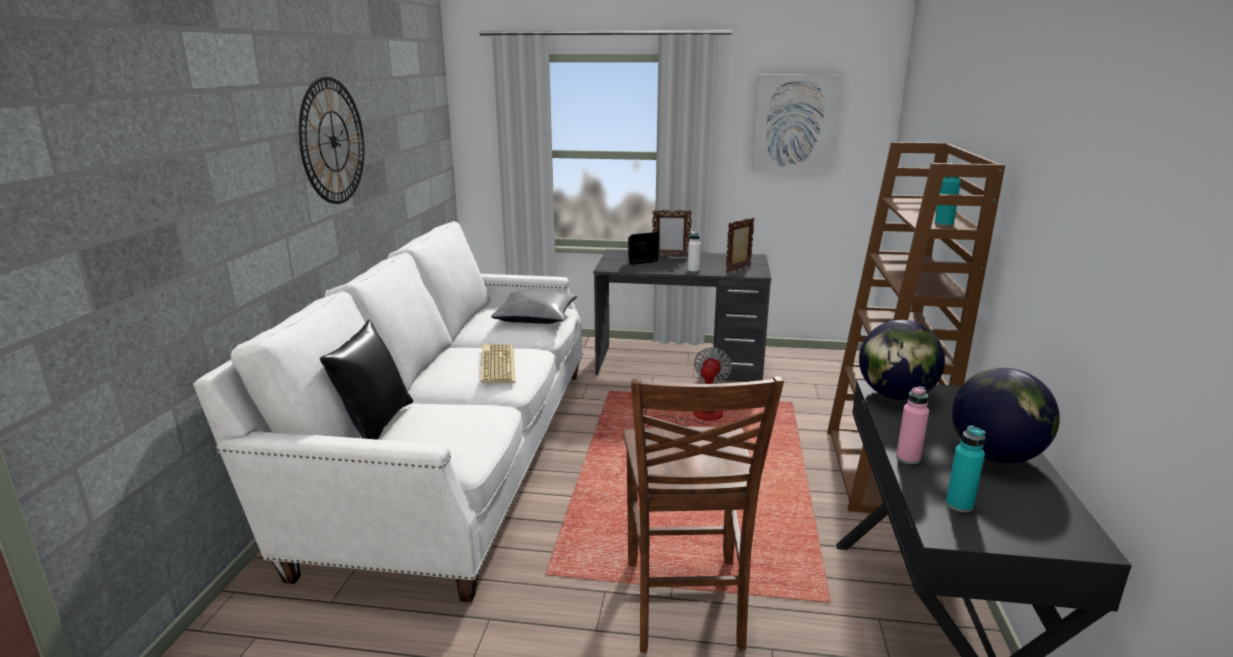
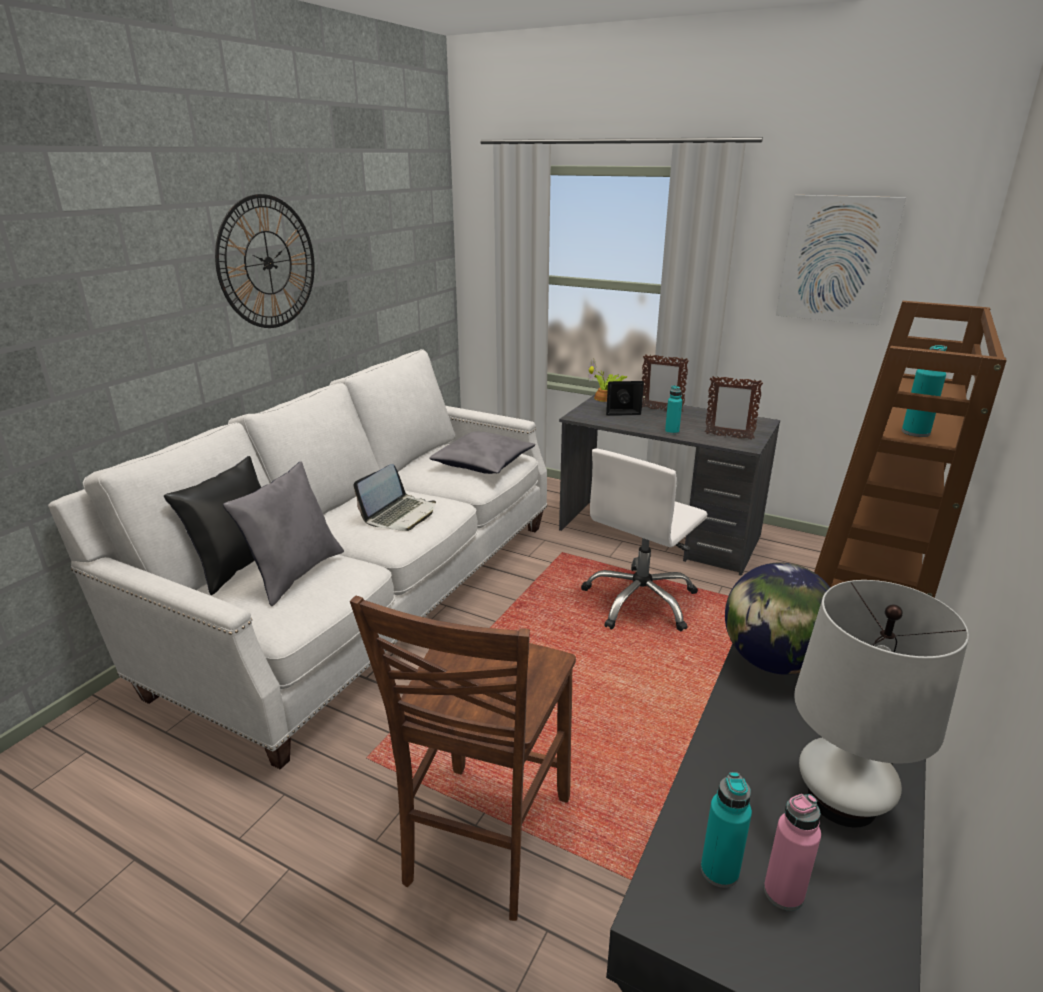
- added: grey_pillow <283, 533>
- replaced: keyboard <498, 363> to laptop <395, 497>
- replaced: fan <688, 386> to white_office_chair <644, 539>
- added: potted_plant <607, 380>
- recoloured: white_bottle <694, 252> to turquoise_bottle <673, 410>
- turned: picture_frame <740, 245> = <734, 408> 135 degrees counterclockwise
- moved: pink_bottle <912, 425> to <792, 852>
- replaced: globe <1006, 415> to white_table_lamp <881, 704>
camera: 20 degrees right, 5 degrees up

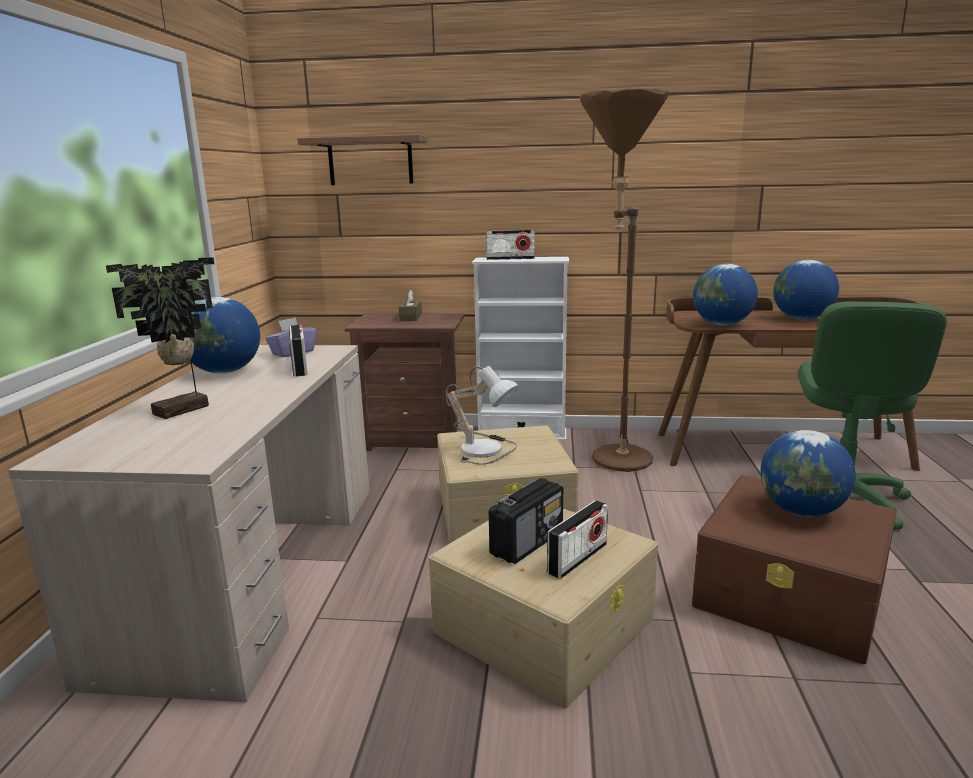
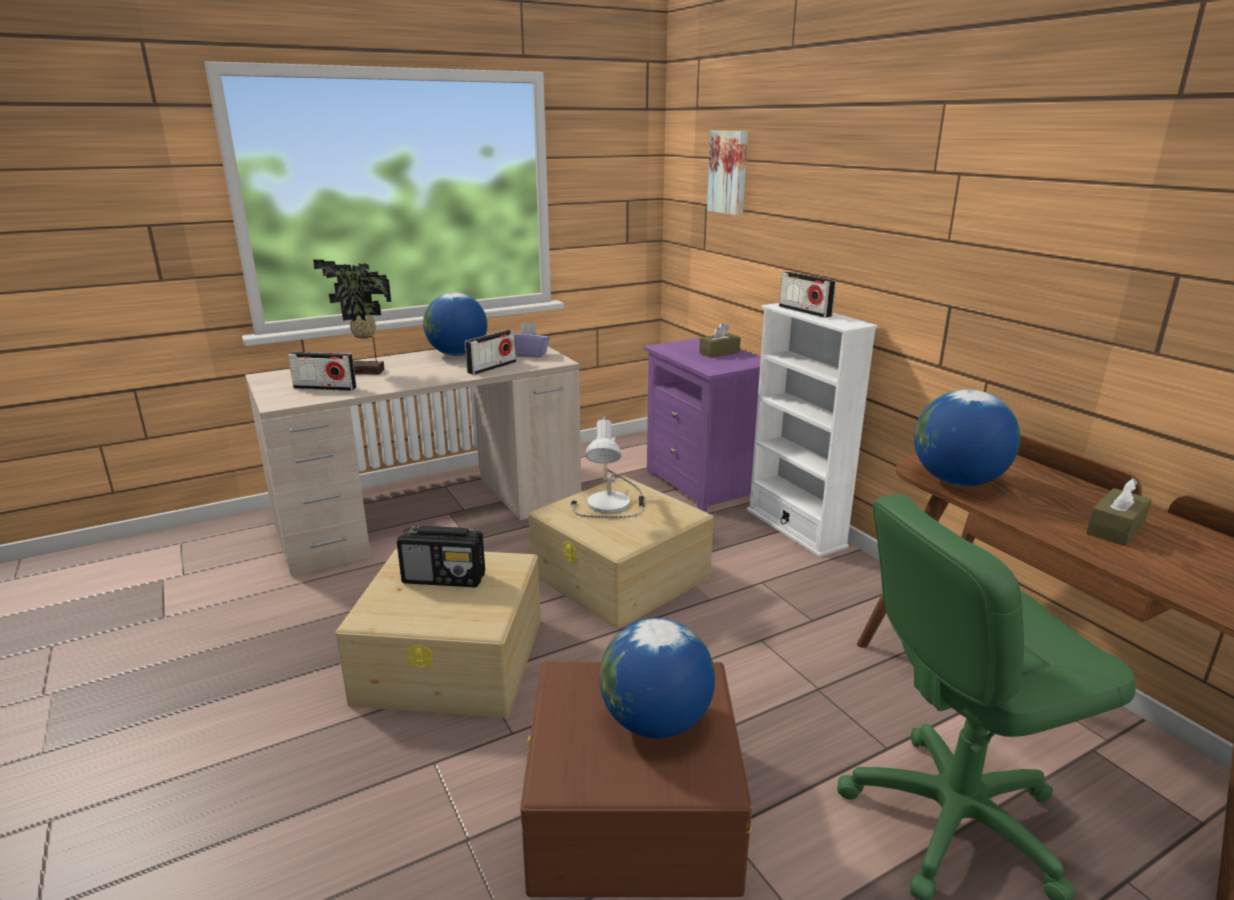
- moved: radio <577, 539> to <322, 371>
- recoloured: brown_nightstand <405, 382> to purple_nightstand <702, 425>
- replaced: shelf <362, 159> to picture <727, 173>
- replaced: globe <806, 290> to brown_tissue_box <1119, 512>
- removed: brown_floor_lamp <624, 280>
camera: 55 degrees right, 5 degrees up

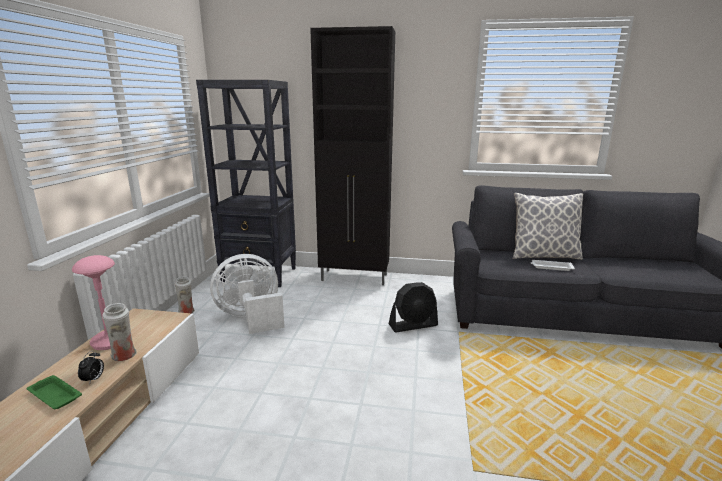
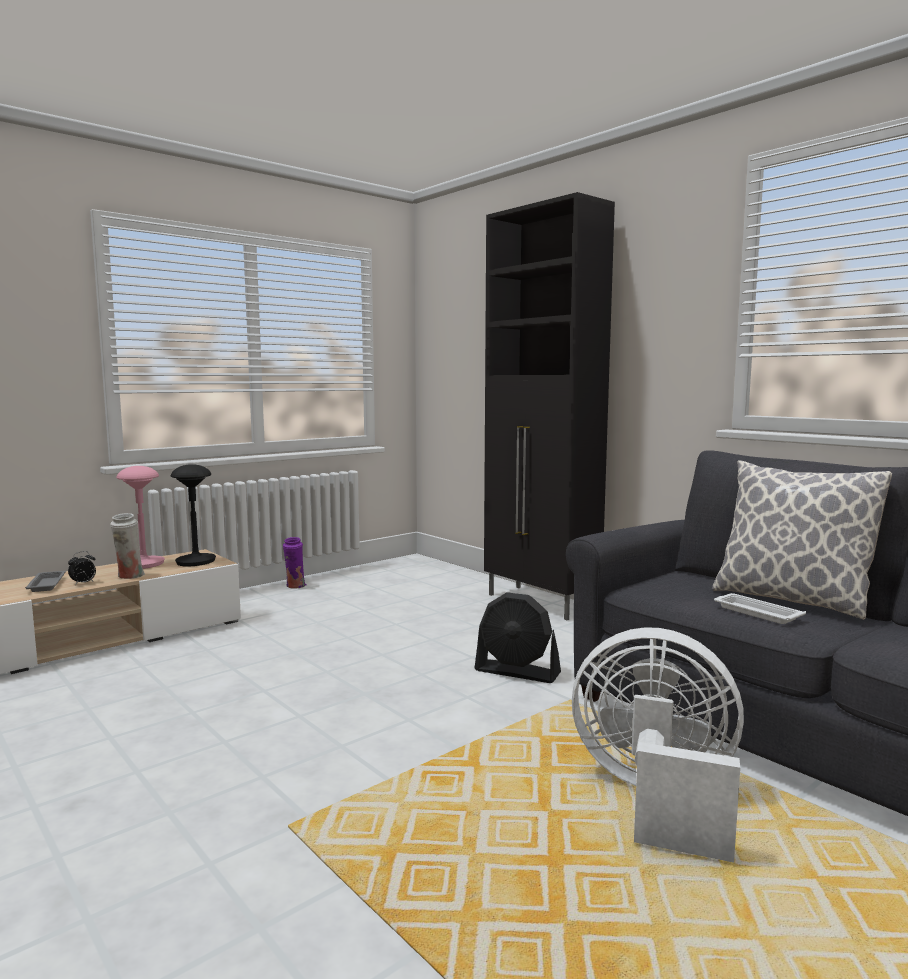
- recoloured: green_tray <54, 392> to grey_tray <45, 581>
- added: black_table_lamp <193, 515>
- recoloured: white_vase <185, 295> to purple_vase <294, 563>
- moved: white_fan <247, 294> to <658, 745>
- removed: black_bookcase <246, 183>
camera: 40 degrees right, 10 degrees down

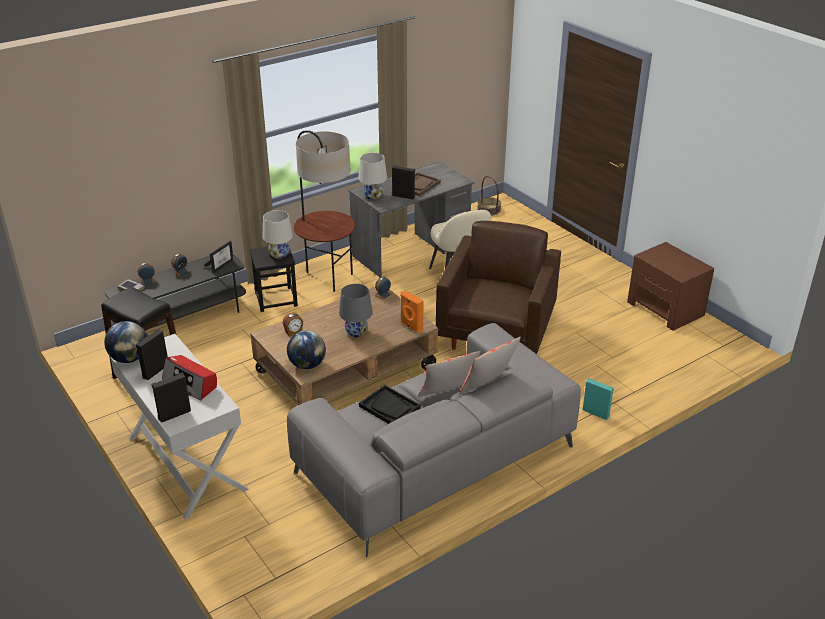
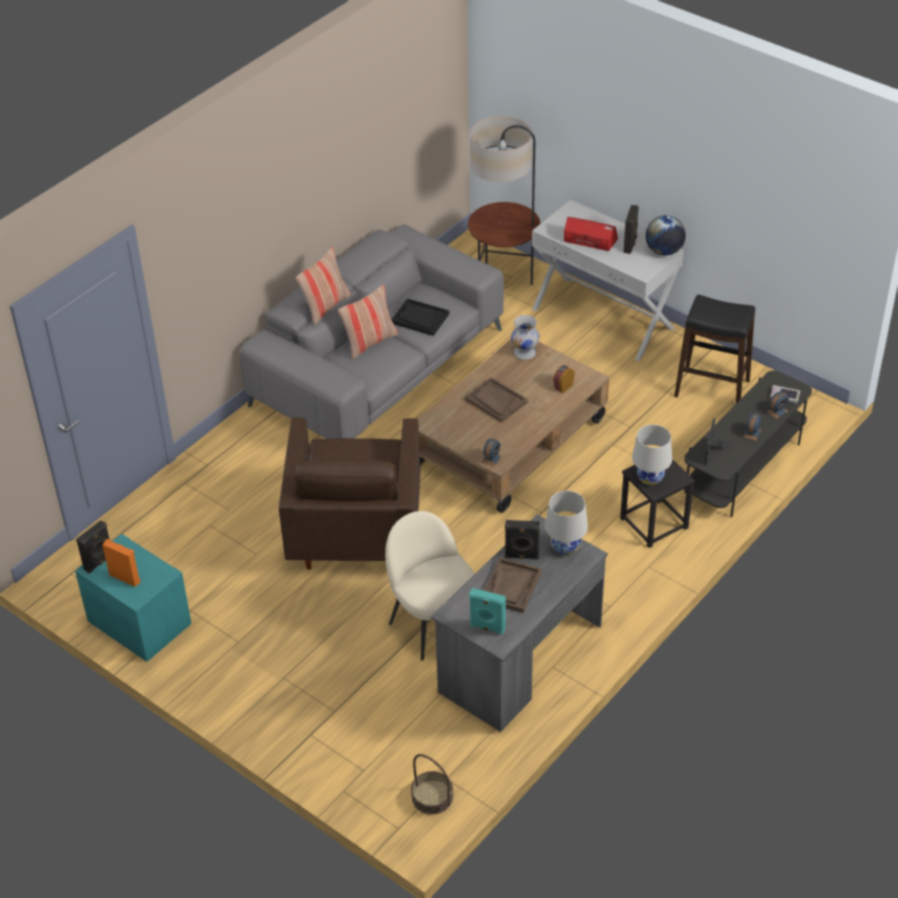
- recoloured: brown_nightstand <670, 286> to turquoise_nightstand <133, 598>
- moved: black_speaker <171, 397> to <93, 547>
- moved: orange_speaker <411, 311> to <121, 563>
- replaced: grey_table_lamp <356, 310> to brown_tray <496, 400>
- moved: floor_lamp <324, 211> to <504, 200>
- moved: turquoise_speaker <598, 399> to <487, 611>
- replaced: globe <306, 349> to white_vase <525, 337>
camera: 165 degrees right, 10 degrees up

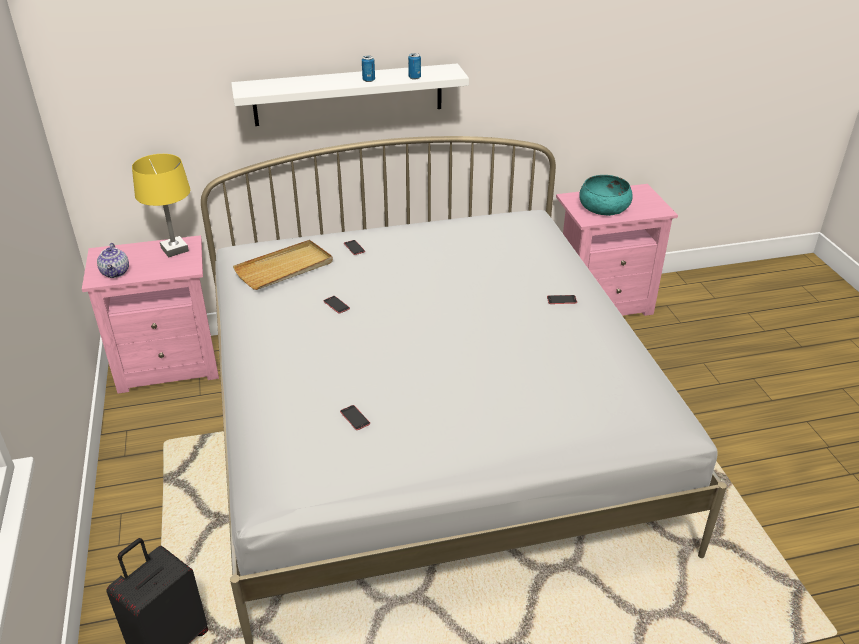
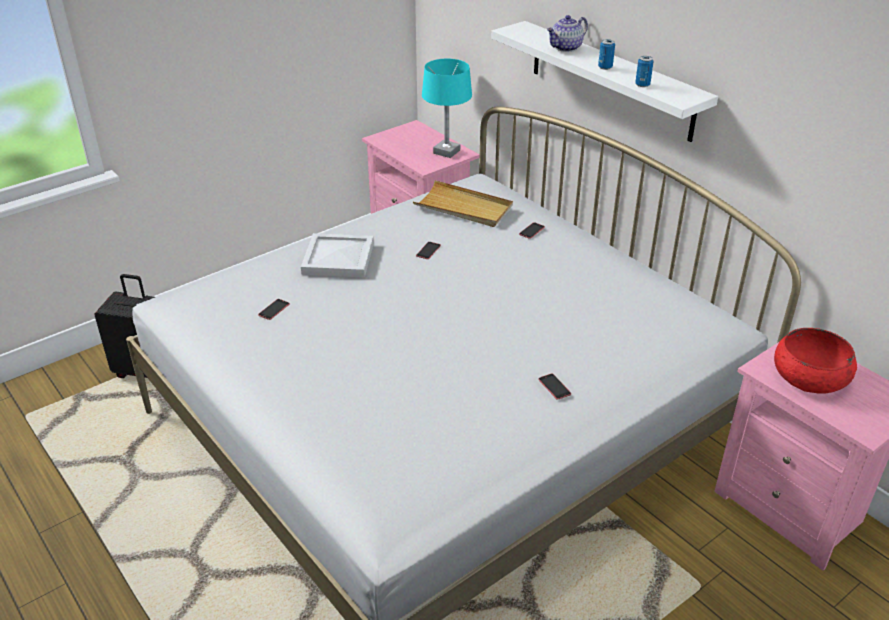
- added: white_tray <337, 255>
- recoloured: yellow_table_lamp <161, 205> to turquoise_table_lamp <447, 108>
- moved: teapot <113, 260> to <567, 33>
- recoloured: turquoise_bowl <606, 195> to red_bowl <815, 361>
camera: 65 degrees right, 0 degrees up

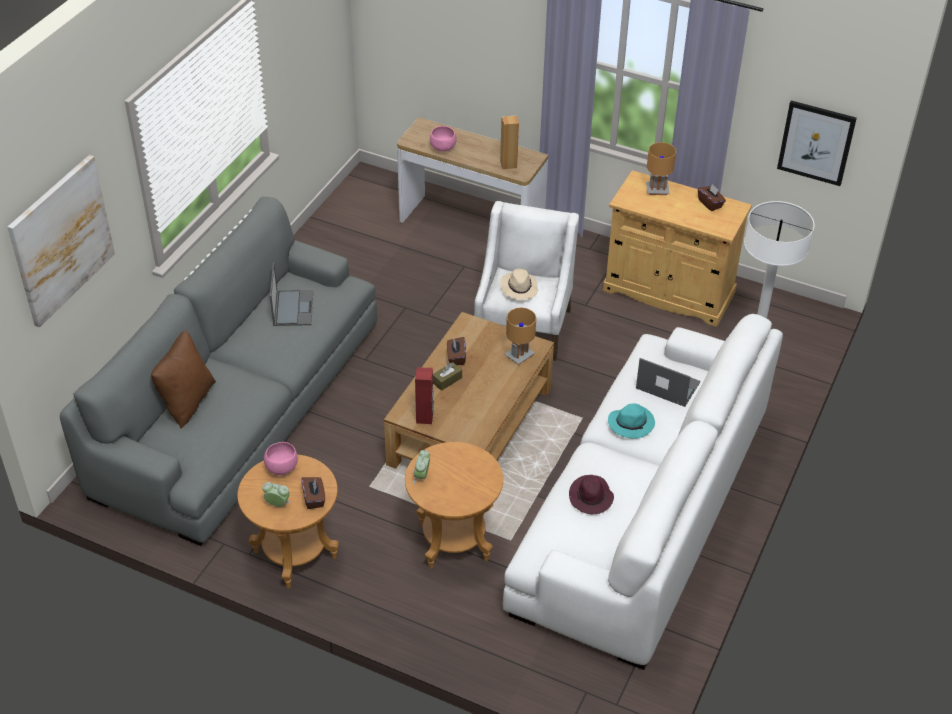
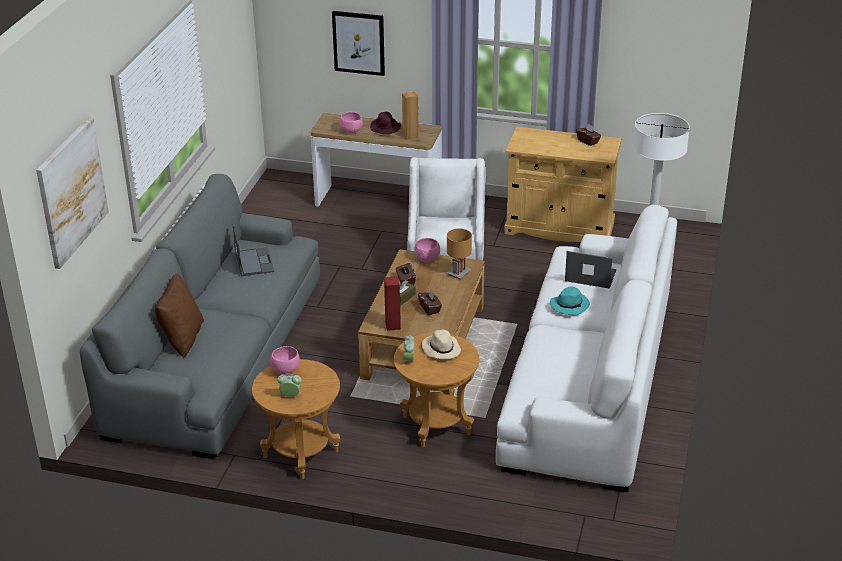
- moved: picture <817, 143> to <358, 43>
- moved: purple_hat <591, 494> to <385, 123>
- added: pink_bowl <427, 250>
- moved: brown_tissue_box <313, 493> to <430, 302>
- moved: beige_hat <519, 284> to <441, 344>
- removed: brown_table_lamp <661, 168>
camera: 10 degrees left, 10 degrees down

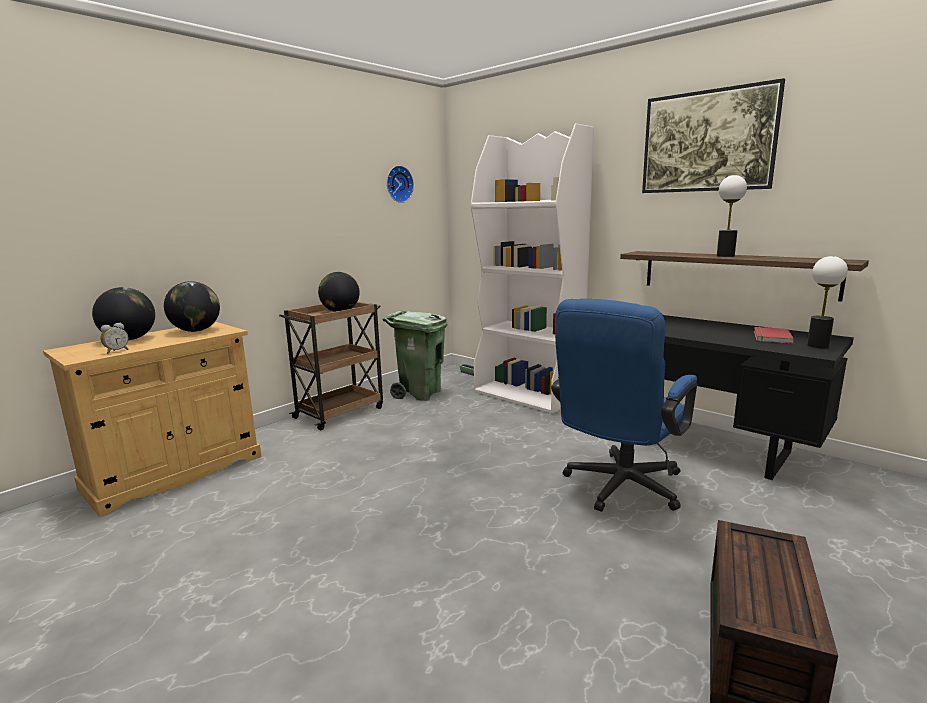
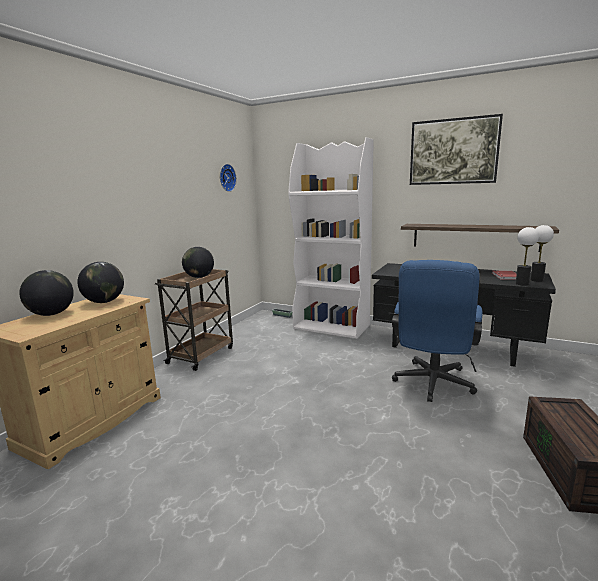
- moved: table_lamp <732, 216> to <527, 256>
- removed: alarm_clock <114, 338>
- removed: green_trash_can <415, 356>
camera: 15 degrees left, 0 degrees up

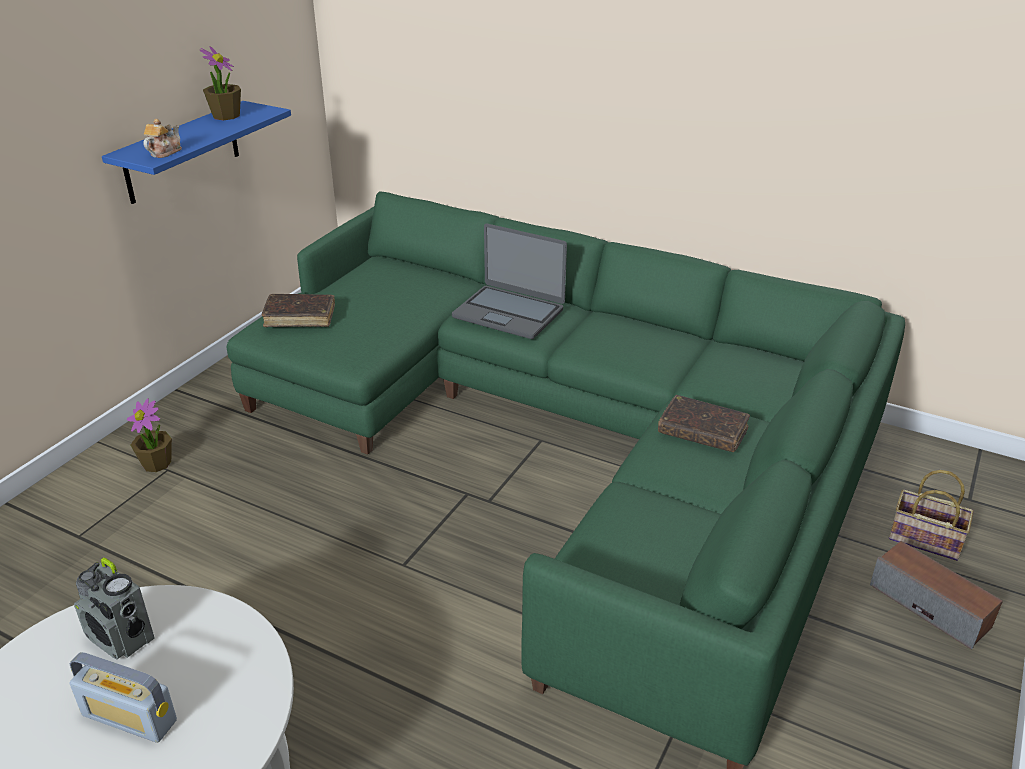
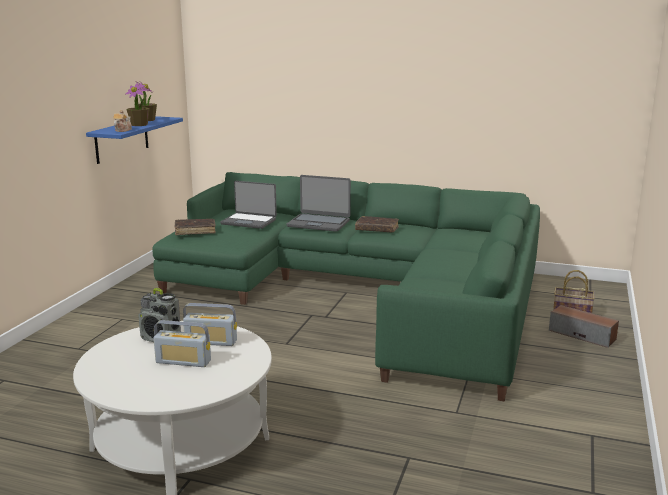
- moved: potted_plant <149, 435> to <137, 104>
- added: radio <210, 324>
- added: laptop <248, 205>
- moved: brown_book <704, 424> to <377, 224>
camera: 10 degrees left, 15 degrees down

